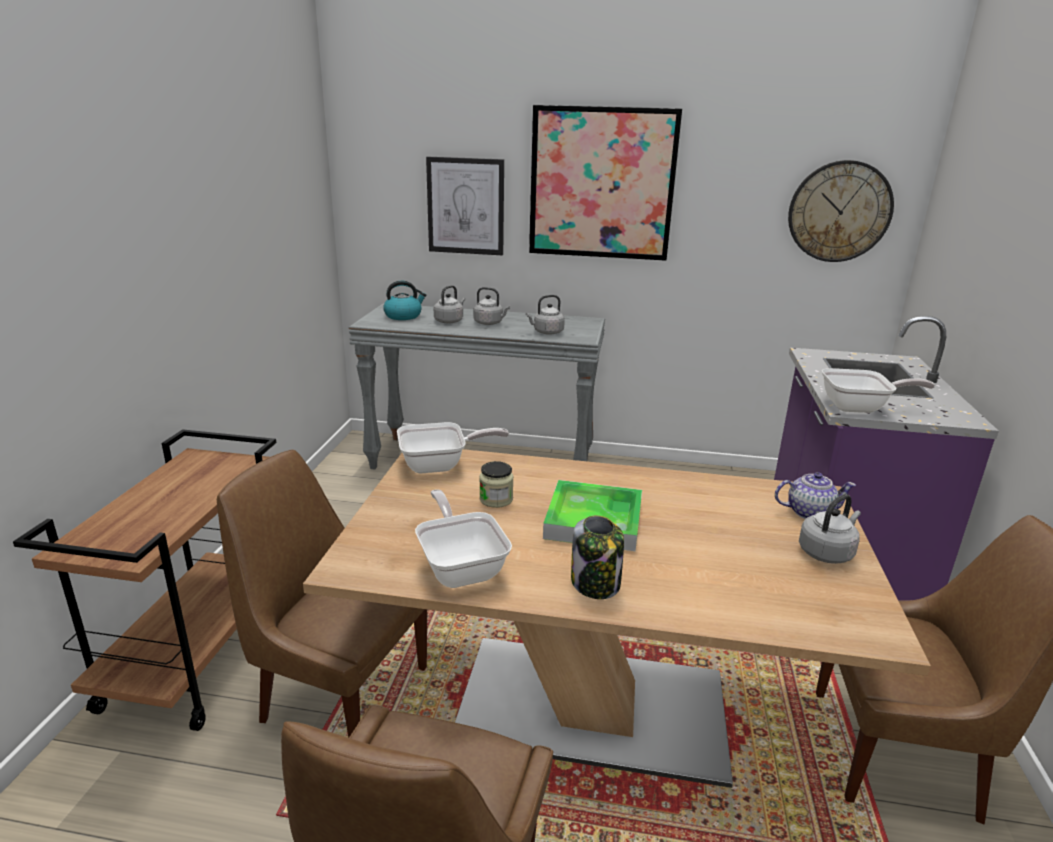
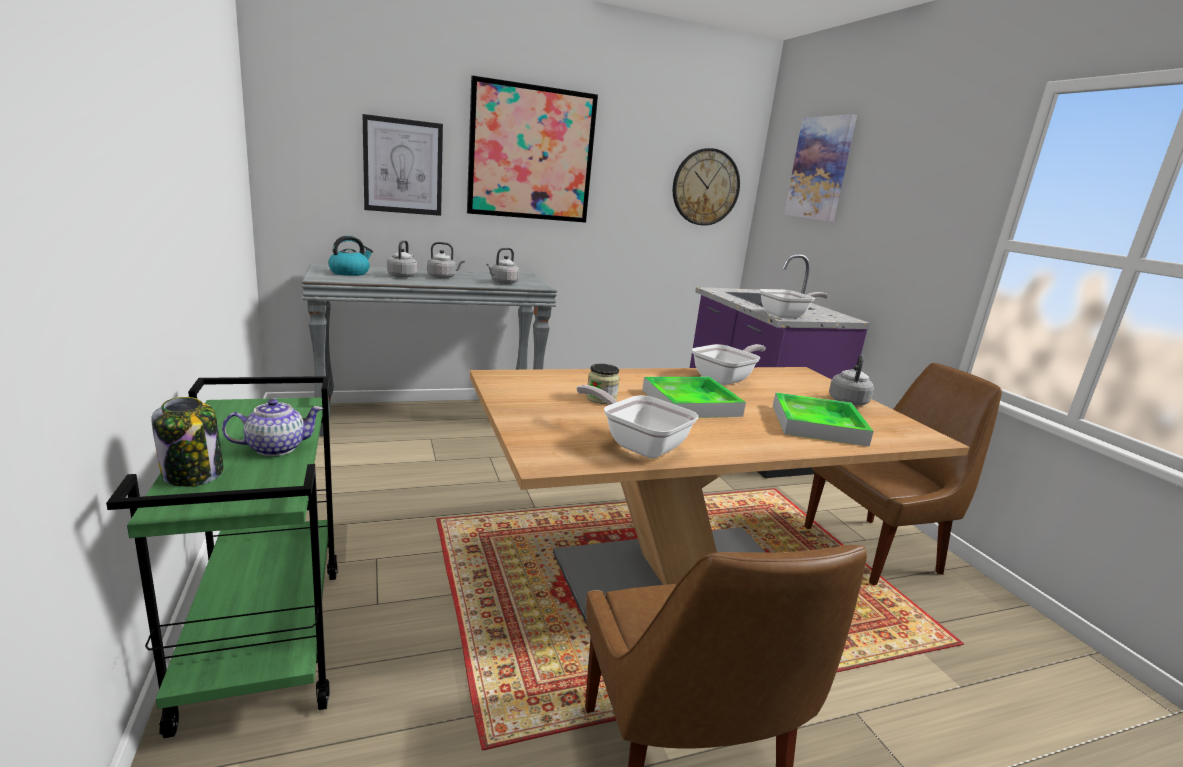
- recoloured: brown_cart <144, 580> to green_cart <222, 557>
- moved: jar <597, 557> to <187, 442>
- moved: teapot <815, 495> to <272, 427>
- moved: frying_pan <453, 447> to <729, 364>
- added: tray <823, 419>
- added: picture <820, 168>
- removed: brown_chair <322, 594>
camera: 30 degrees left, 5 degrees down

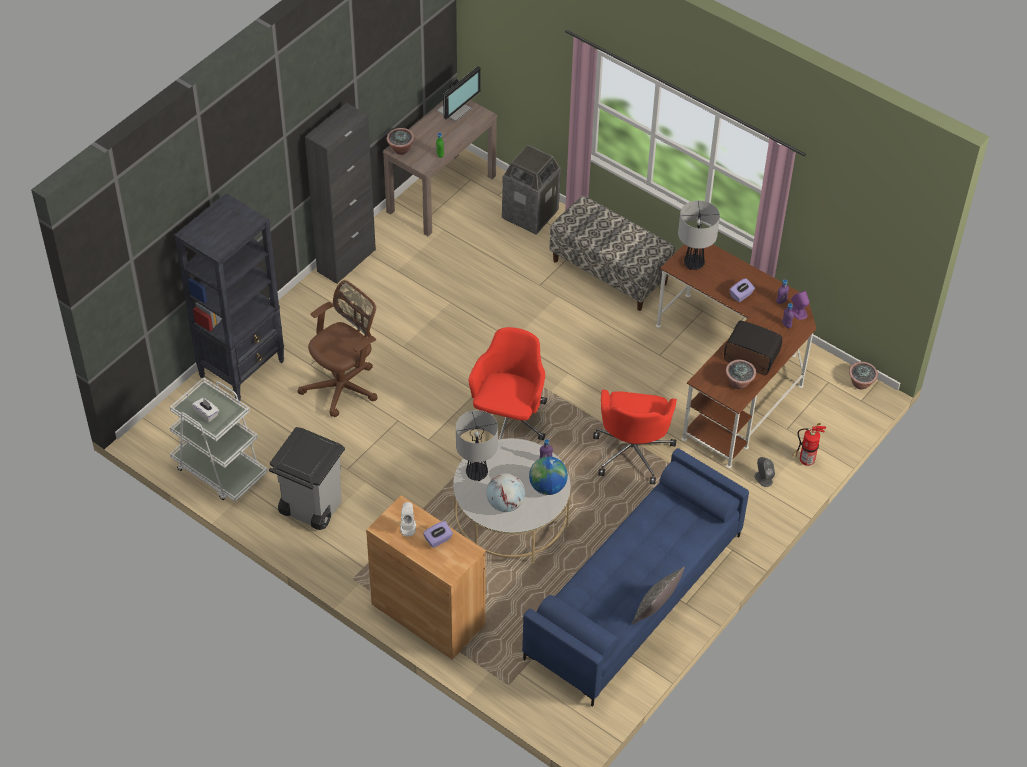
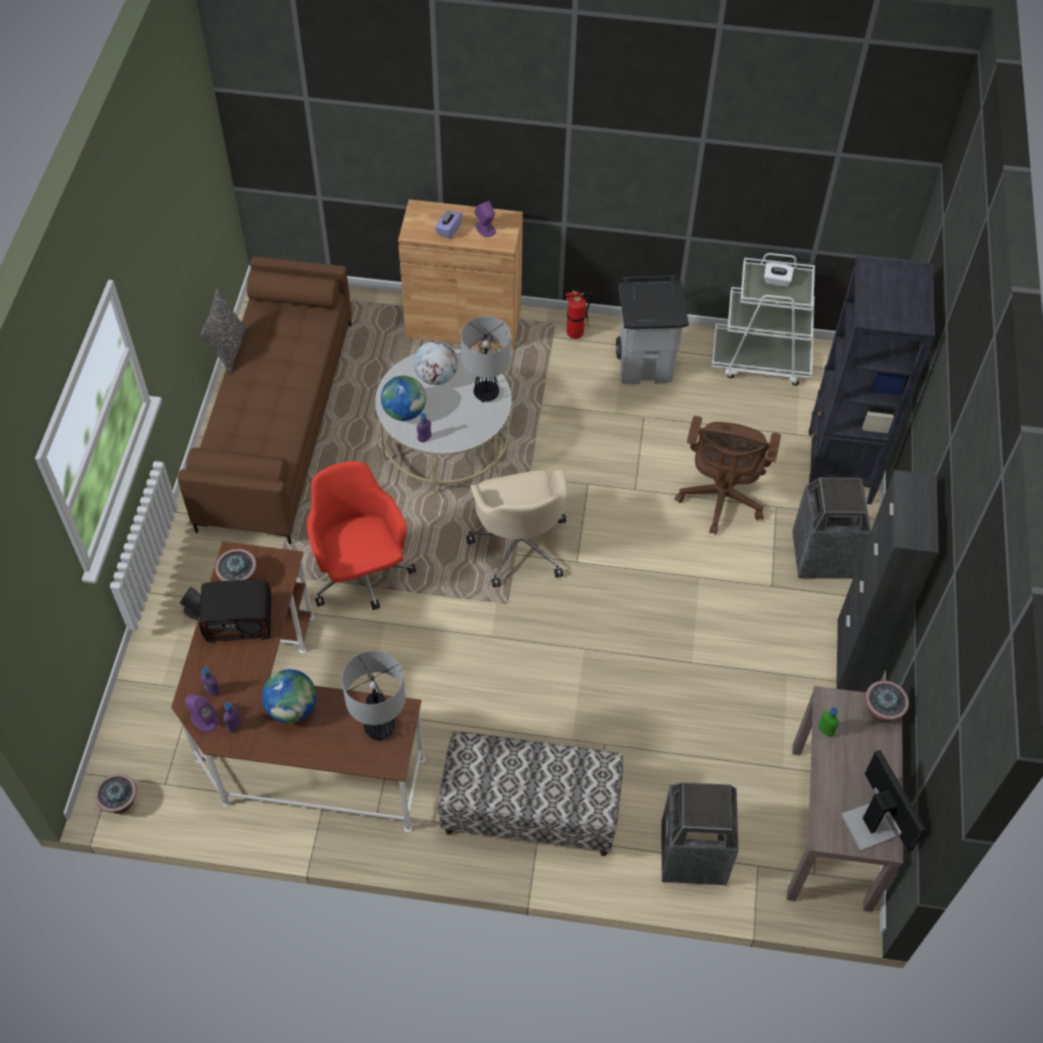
- recoloured: blue_sofa <635, 577> to brown_sofa <265, 400>
- replaced: purple_tissue_box <742, 290> to globe <289, 696>
- recoloured: red_office_chair <508, 383> to beige_office_chair <516, 528>
- recoloured: white_speaker <408, 519> to purple_speaker <485, 219>
- moved: fire_extinguisher <809, 444> to <579, 314>
- added: trash_can <831, 528>
- turned: monitor <459, 94> = <883, 801> 150 degrees clockwise
camera: 150 degrees right, 5 degrees up

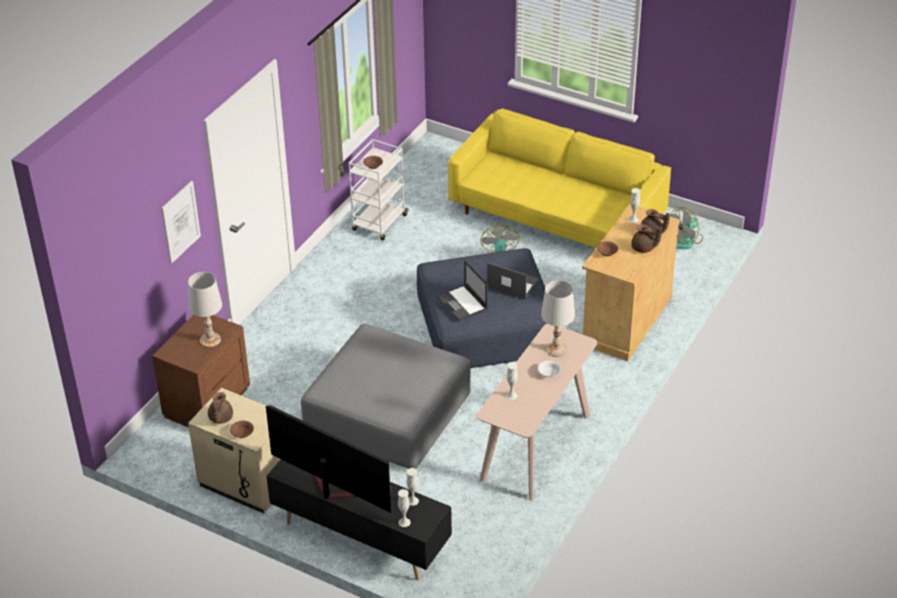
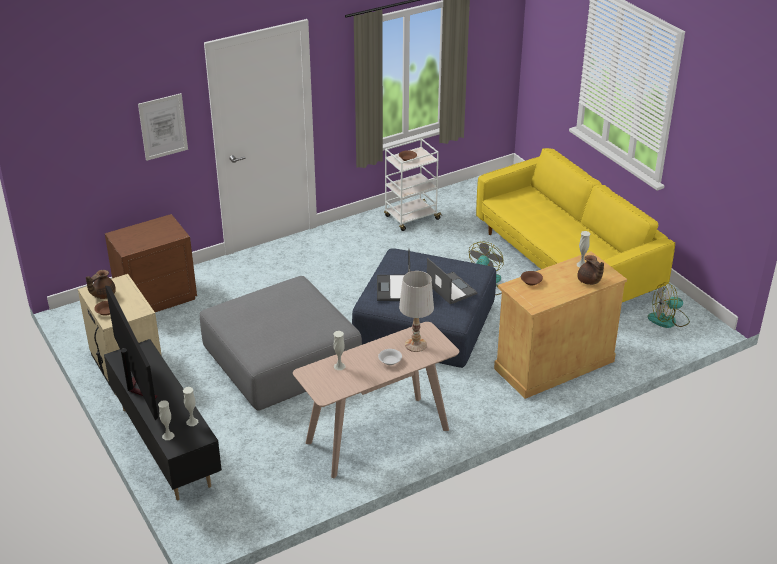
- removed: white_table_lamp <205, 309>
- removed: brown_teapot <646, 238>
camera: 30 degrees right, 5 degrees down

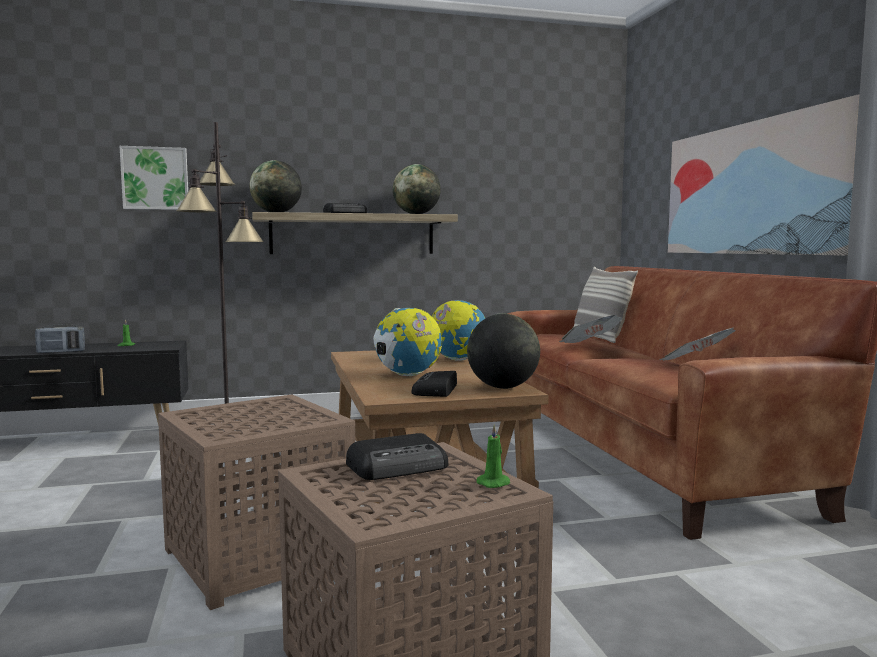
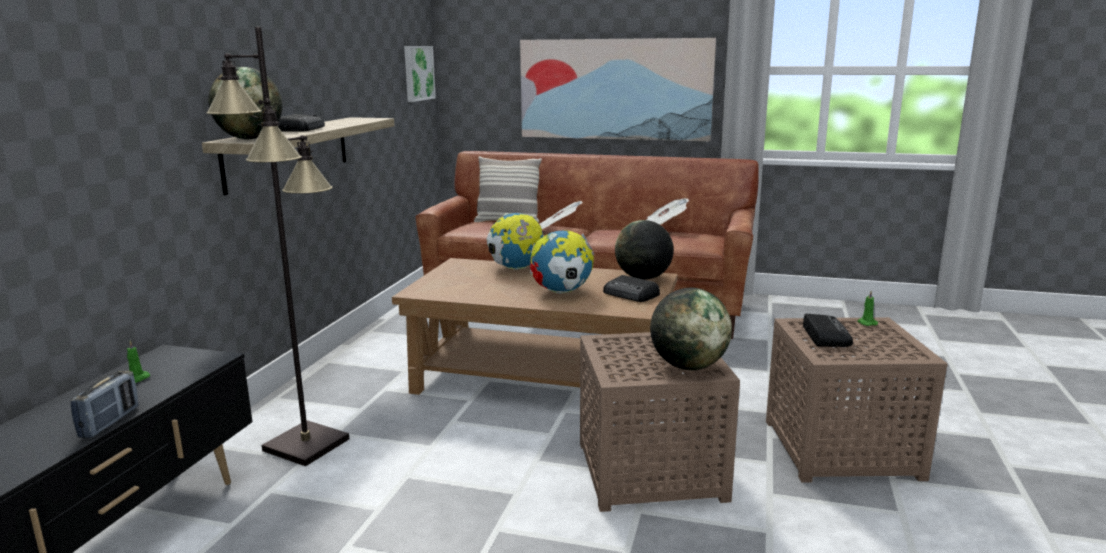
- moved: picture <154, 178> to <420, 74>
- moved: globe <417, 189> to <691, 329>
camera: 60 degrees left, 10 degrees up

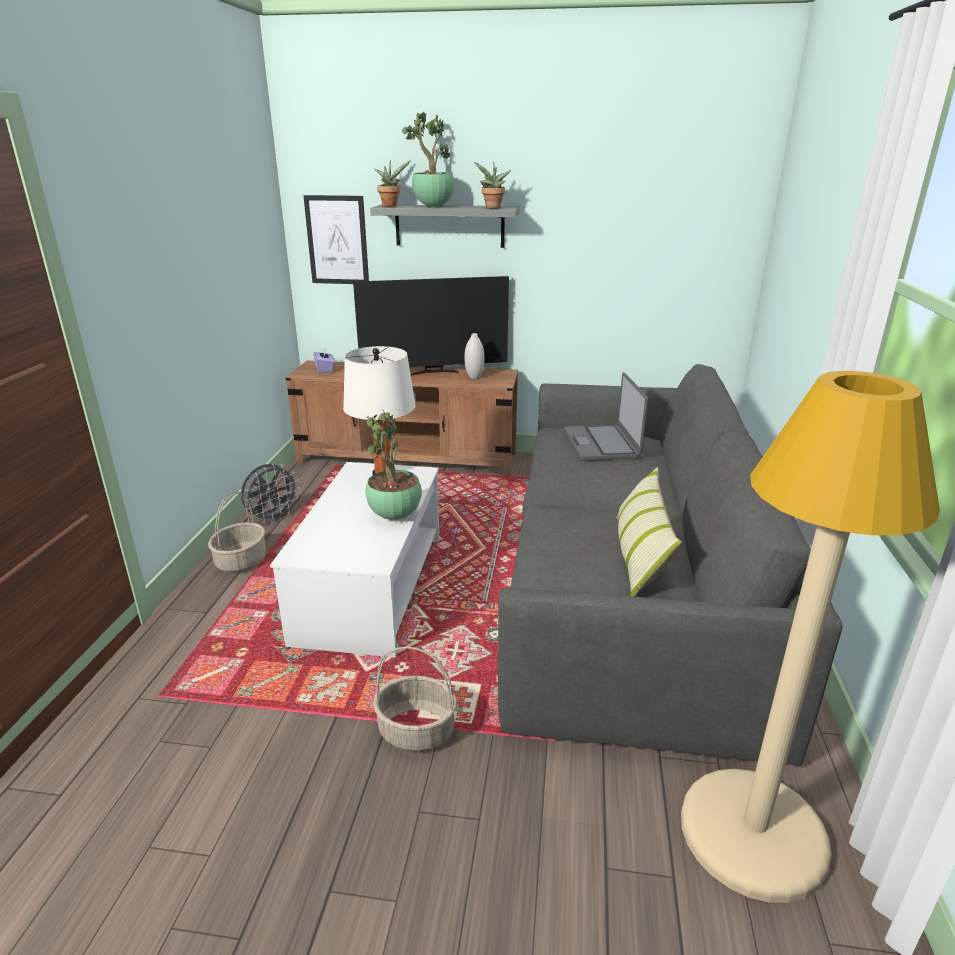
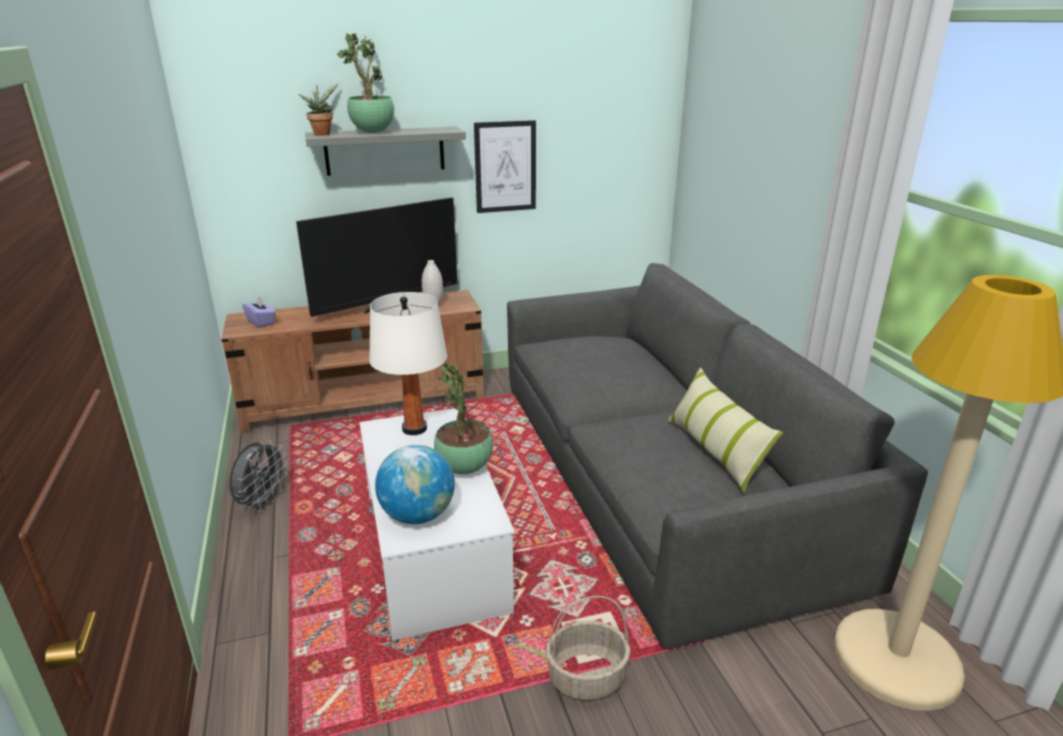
- added: globe <415, 484>
- moved: picture <336, 239> to <505, 166>
- removed: basket <237, 532>
- removed: potted_plant <492, 185>
- removed: laptop <606, 416>
camera: 25 degrees left, 0 degrees up

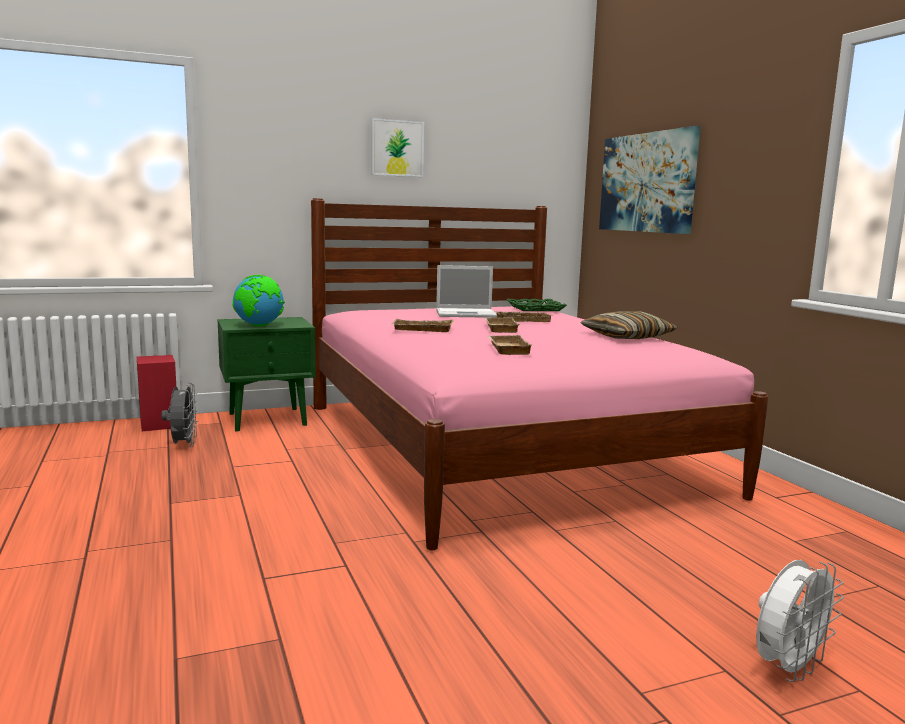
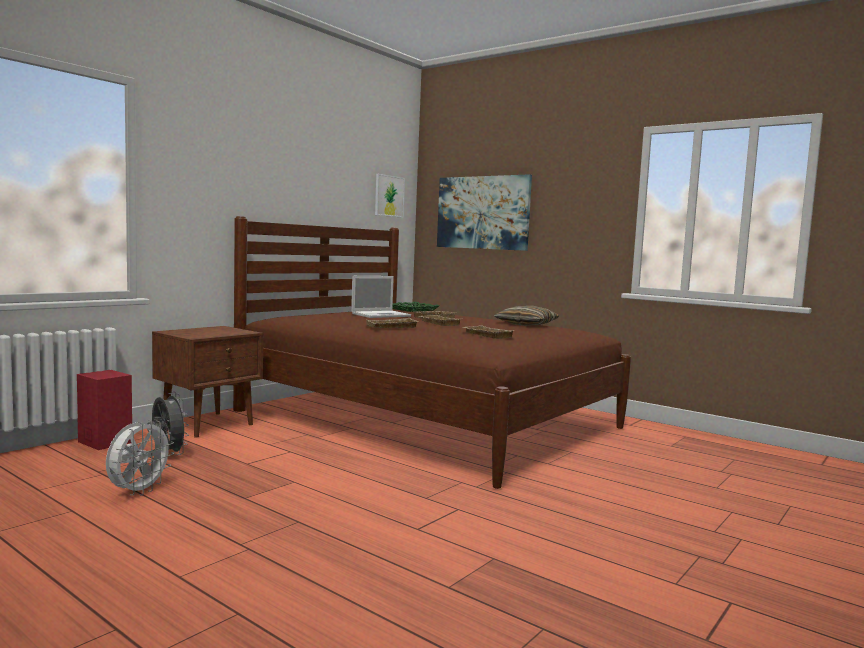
- moved: white_fan <800, 621> to <140, 457>
- recoloured: green_nightstand <266, 374> to brown_nightstand <207, 382>
- recoloured: pink_bed <539, 374> to brown_bed <432, 352>
- moved: picture <397, 147> to <390, 196>
- removed: globe <258, 300>
camera: 30 degrees left, 5 degrees down

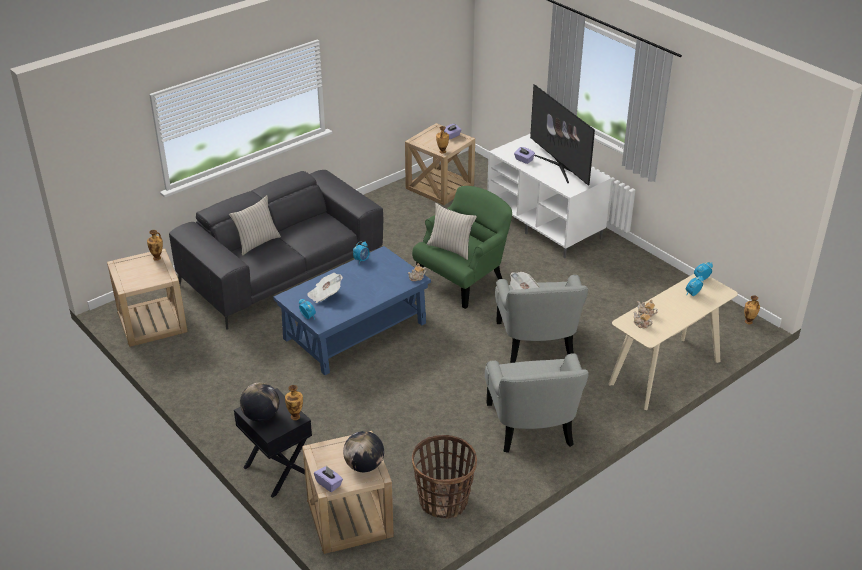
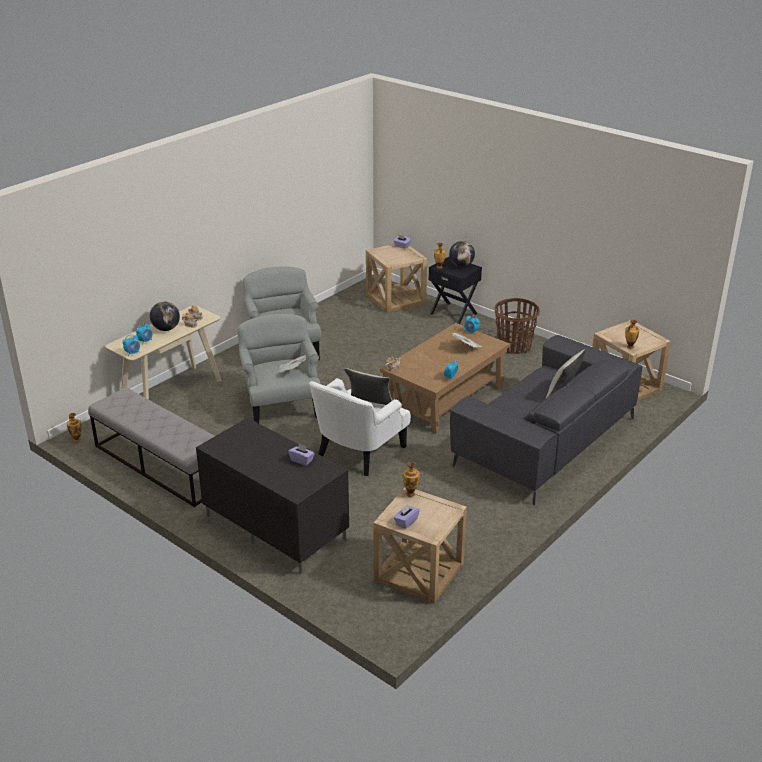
- added: grey_bench <151, 447>
- moved: globe <363, 451> to <165, 316>
- recoloured: white_tv_stand <549, 196> to black_tv_stand <272, 496>
- recoloured: green_armchair <462, 247> to white_armchair <360, 427>
- recoloured: blue_coffee_table <352, 310> to brown_coffee_table <445, 378>
- moved: basket <444, 477> to <517, 326>
- removed: television <562, 135>
camera: 170 degrees right, 5 degrees down

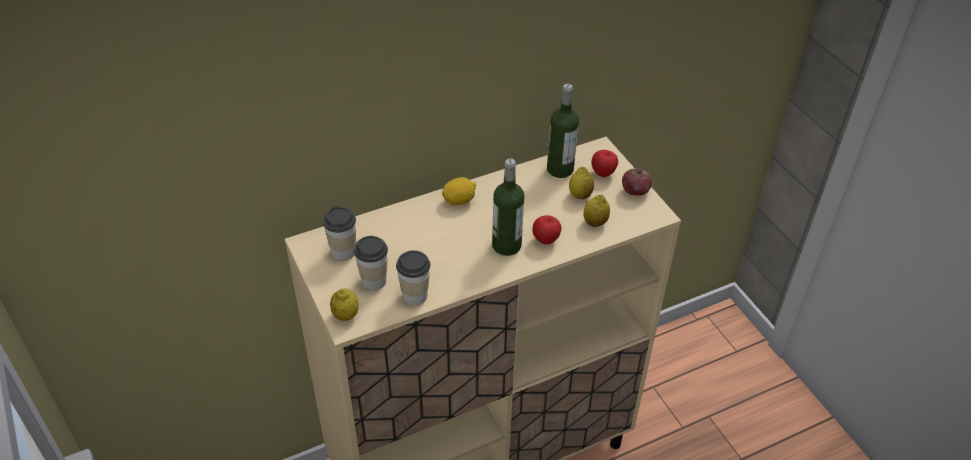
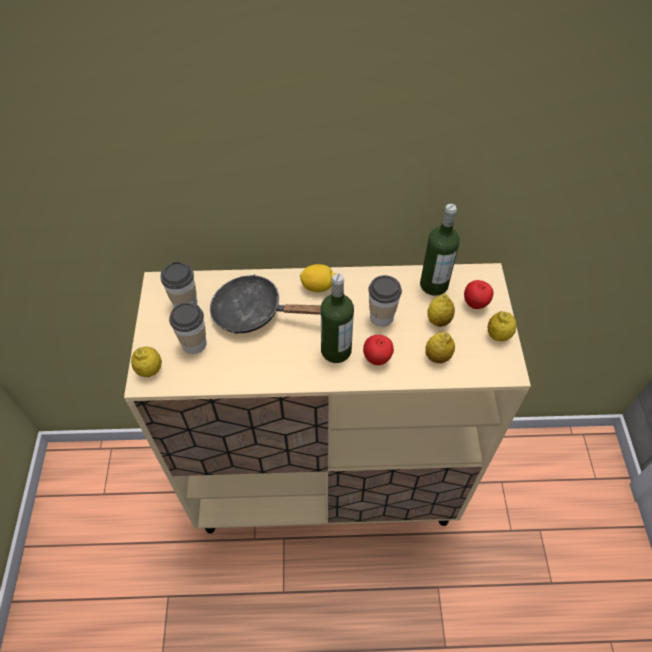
- added: black_frying_pan <265, 304>
- moved: cup <413, 278> to <385, 301>
- replaced: apple <637, 182> to lemon <502, 326>
camera: 25 degrees right, 10 degrees up

